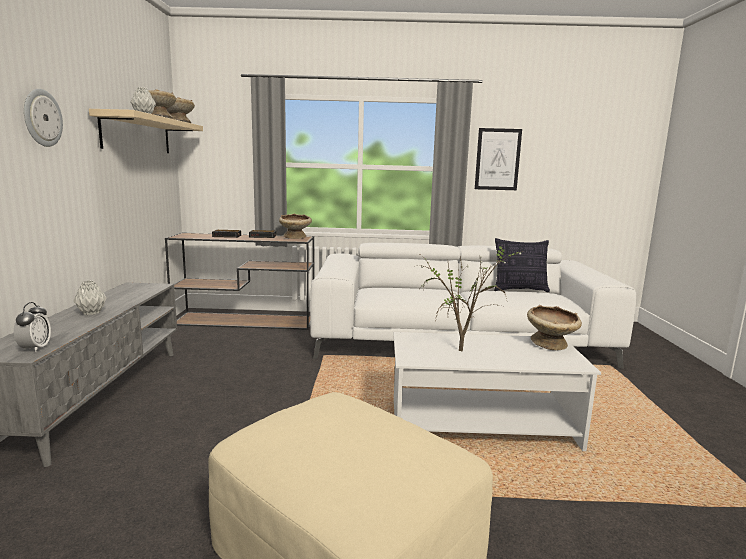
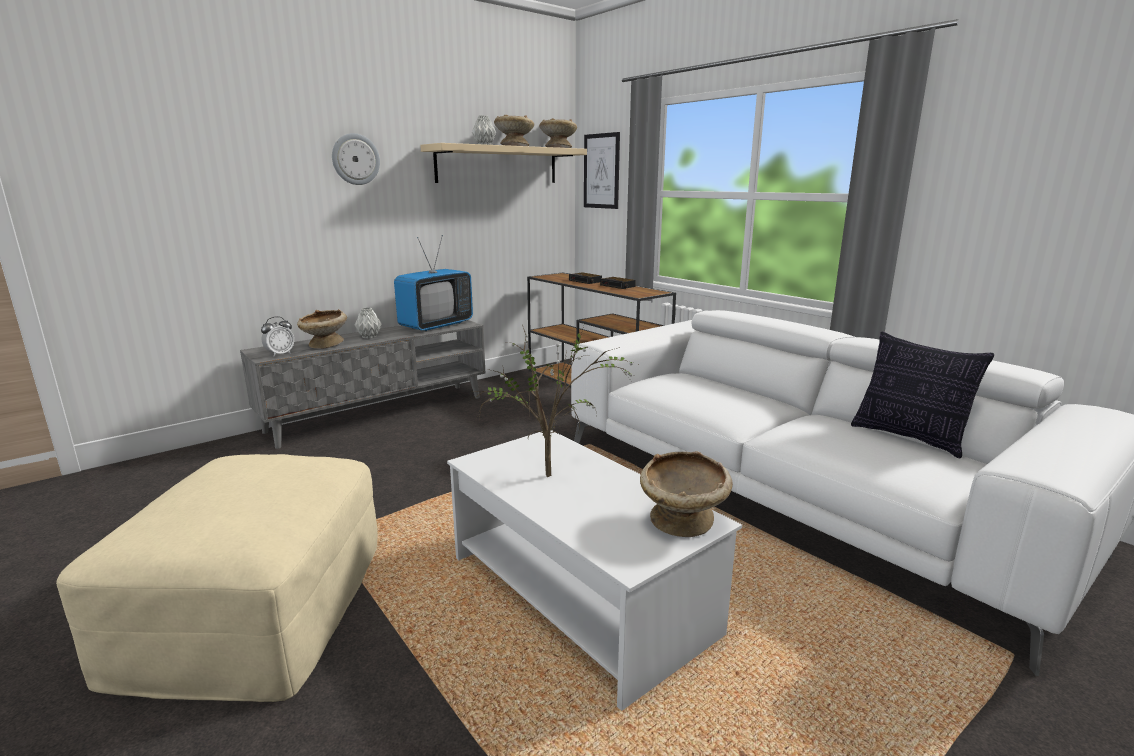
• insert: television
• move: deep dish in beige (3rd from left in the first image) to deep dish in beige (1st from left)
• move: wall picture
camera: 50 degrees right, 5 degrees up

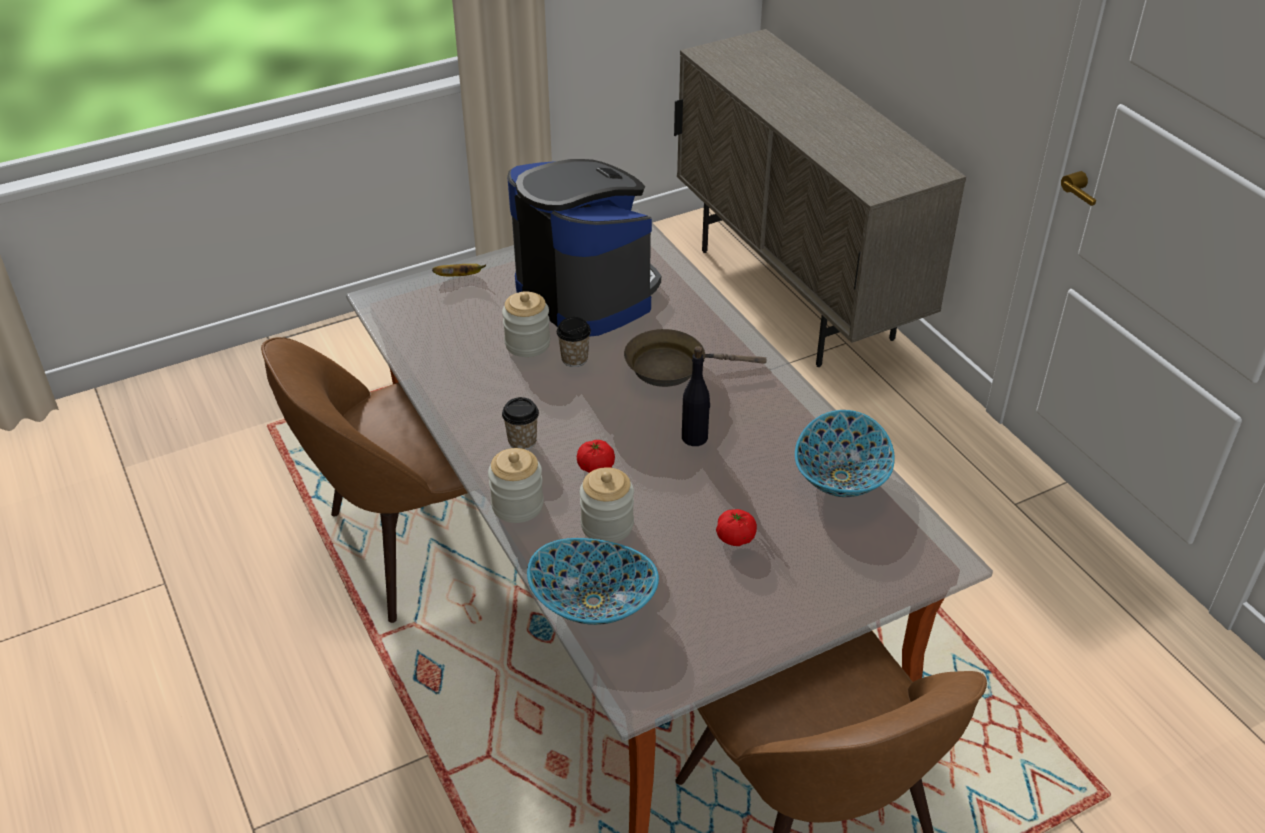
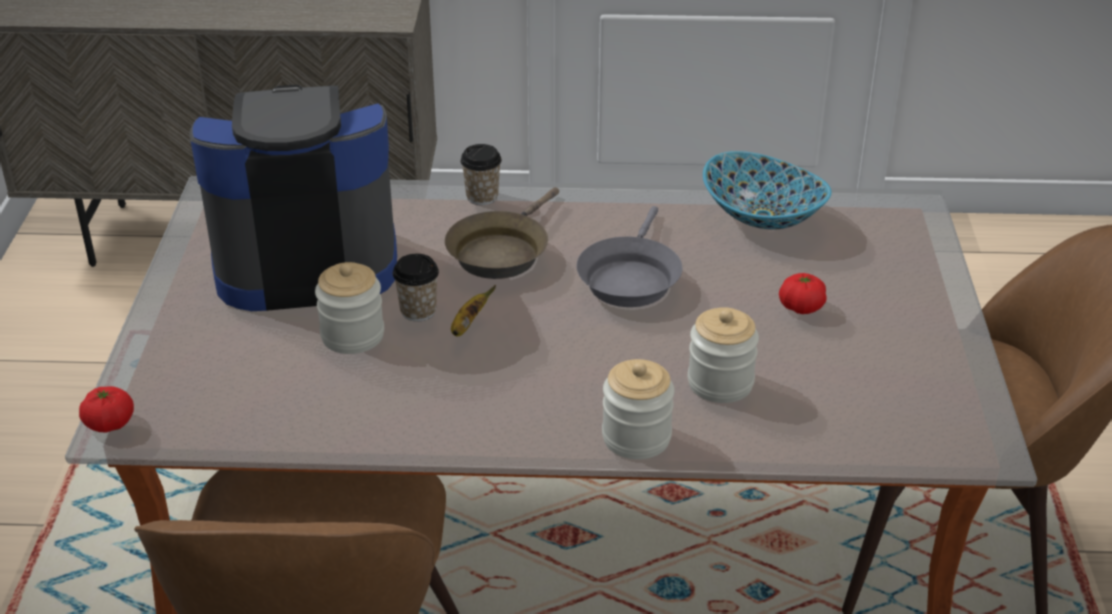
• delete: deep dish (1st from left)
• move: banana
• move: small cup (1st from left in the first image) to small cup (2nd from left)
• move: tomato (1st from left)
• replace: drink bottle in black-coloured to pan in grey
camera: 60 degrees left, 5 degrees down

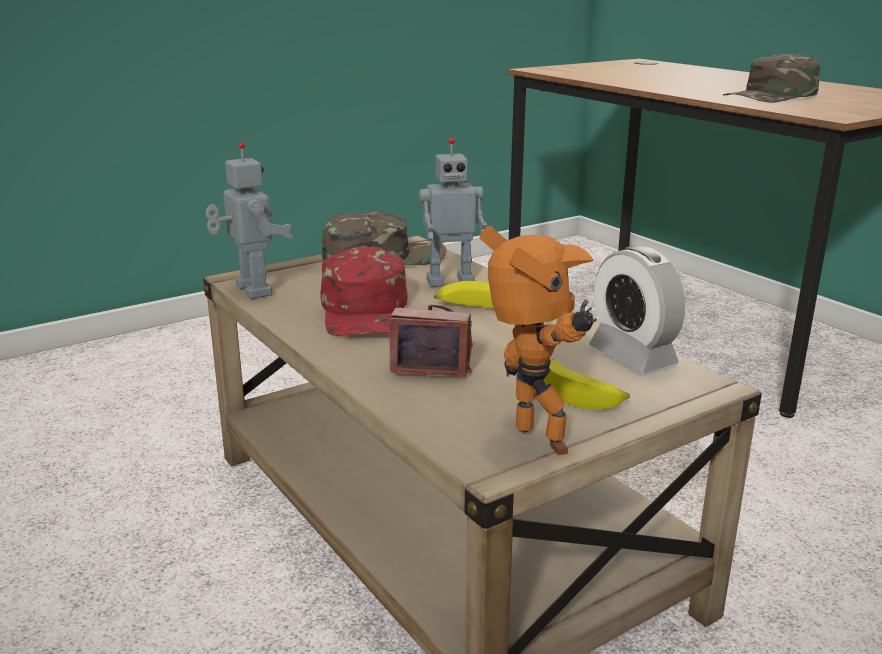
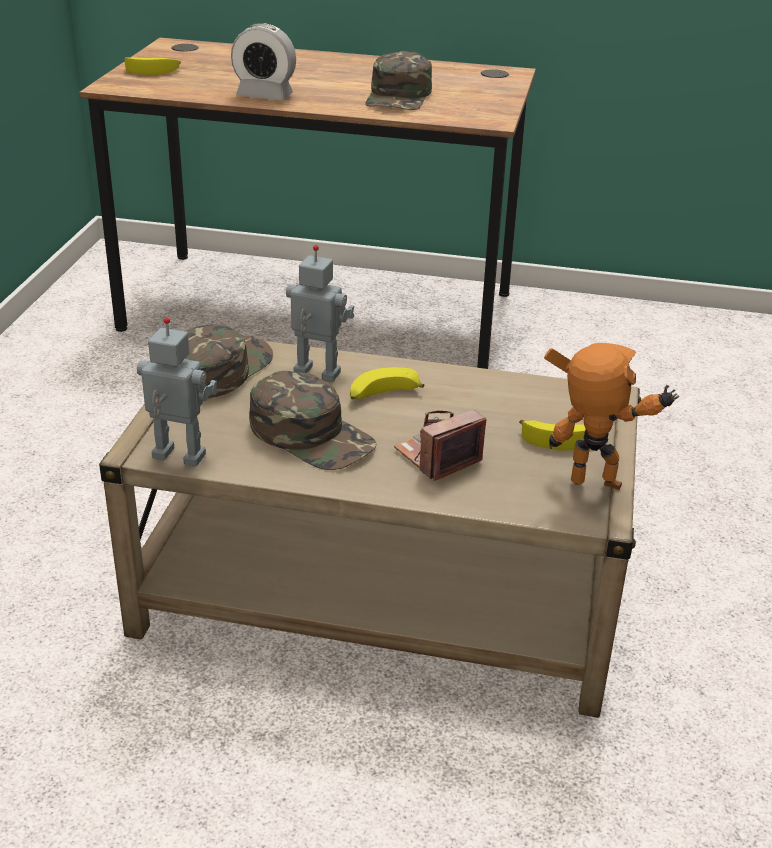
• insert: banana (1st from left)
• move: table clock
• recolor: cap in red-coloured to cap in green (2nd from left)
• rotate: model robot (2nd from left) 105 degrees counterclockwise
camera: 45 degrees left, 10 degrees up

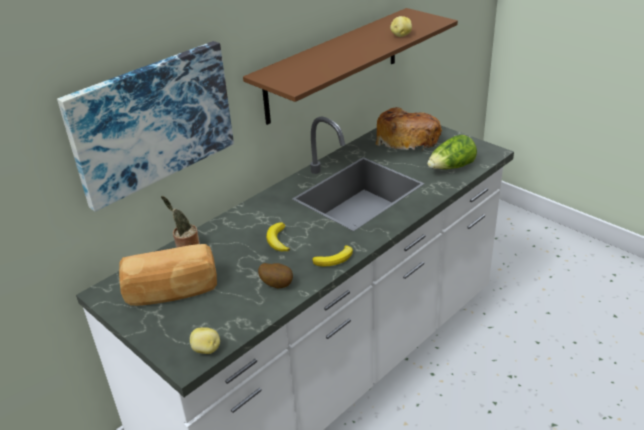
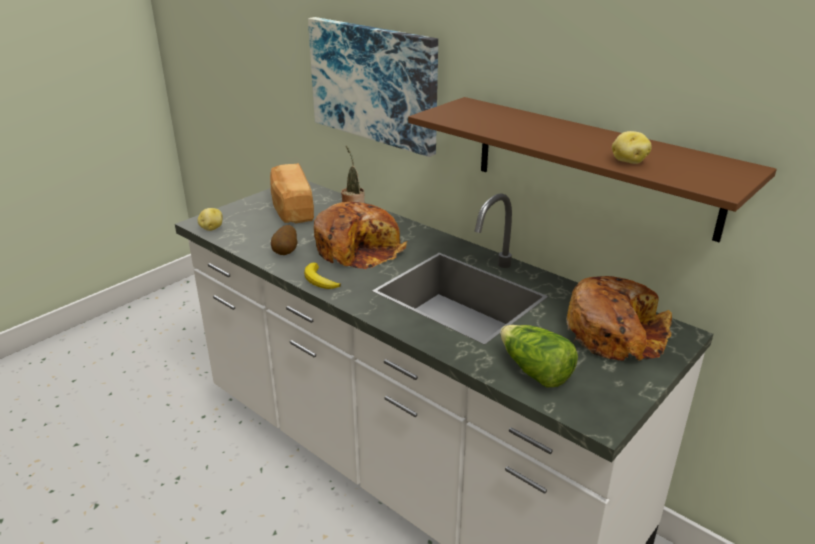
• replace: banana (1st from left) to baked bread (2nd from left)
camera: 85 degrees right, 5 degrees down

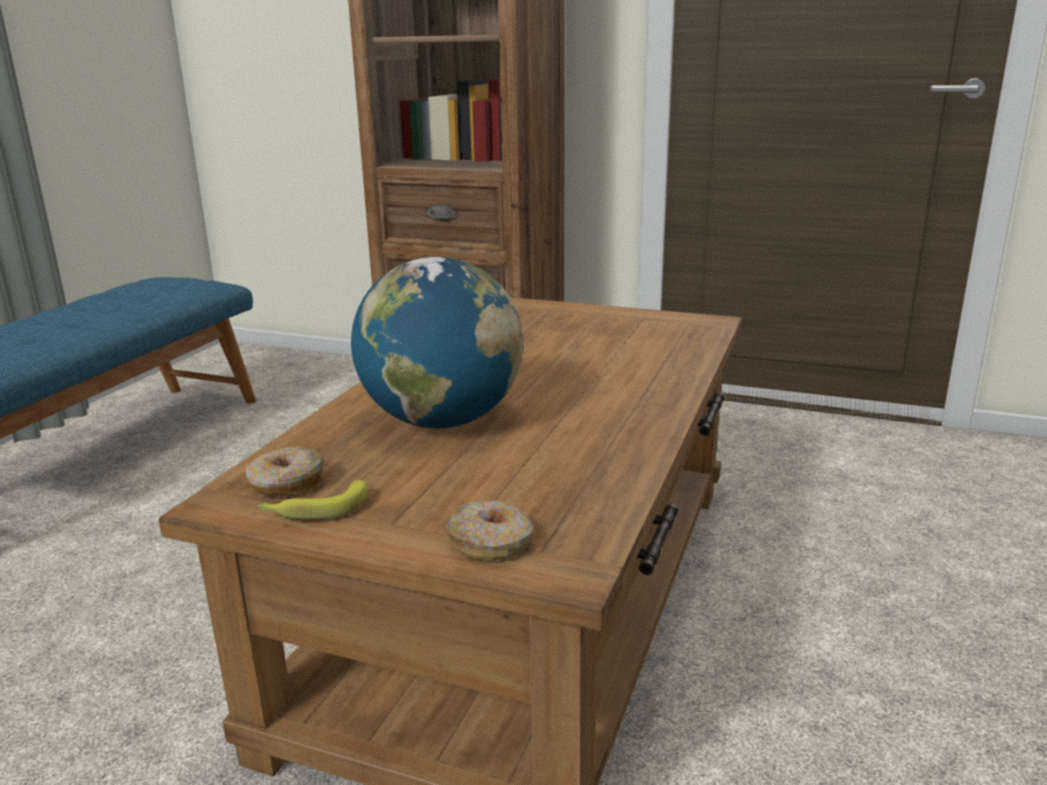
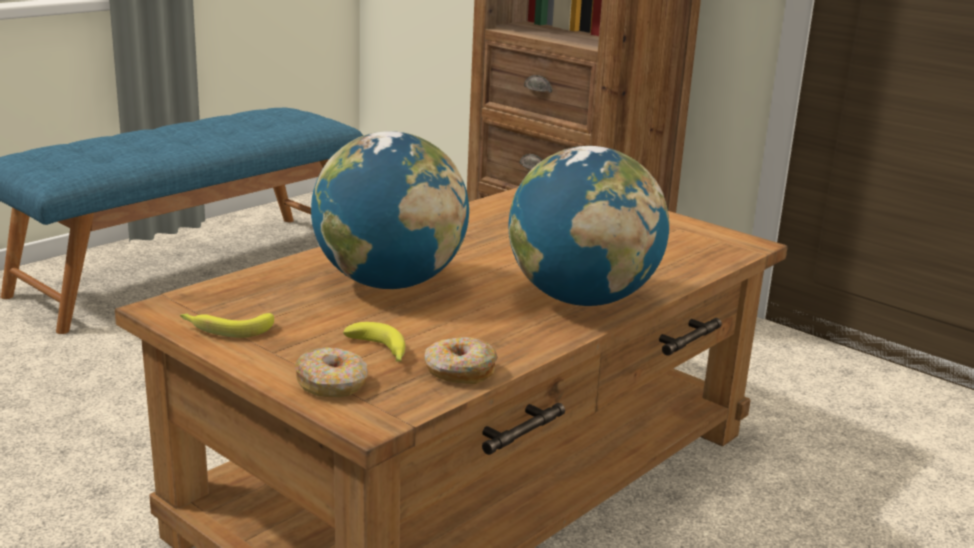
• insert: banana (2nd from left)
• insert: world globe (2nd from left)
• move: donut (1st from left in the first image) to donut (2nd from left)
camera: 20 degrees right, 0 degrees up

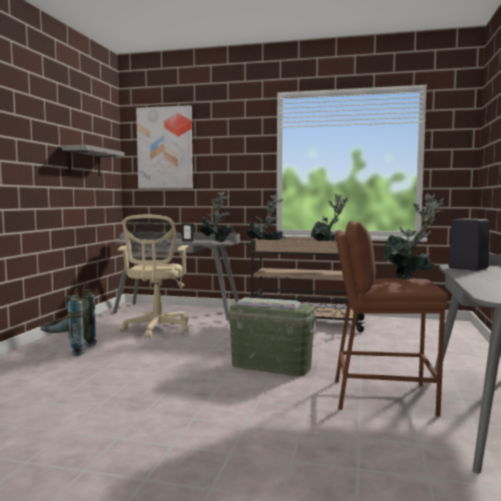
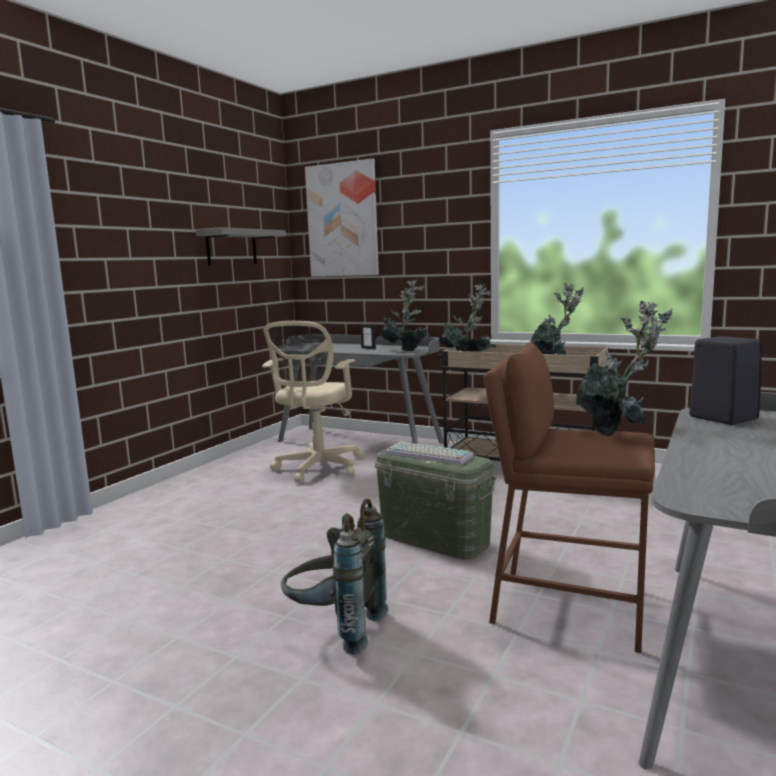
• move: rucksack in grey
camera: 15 degrees right, 5 degrees up

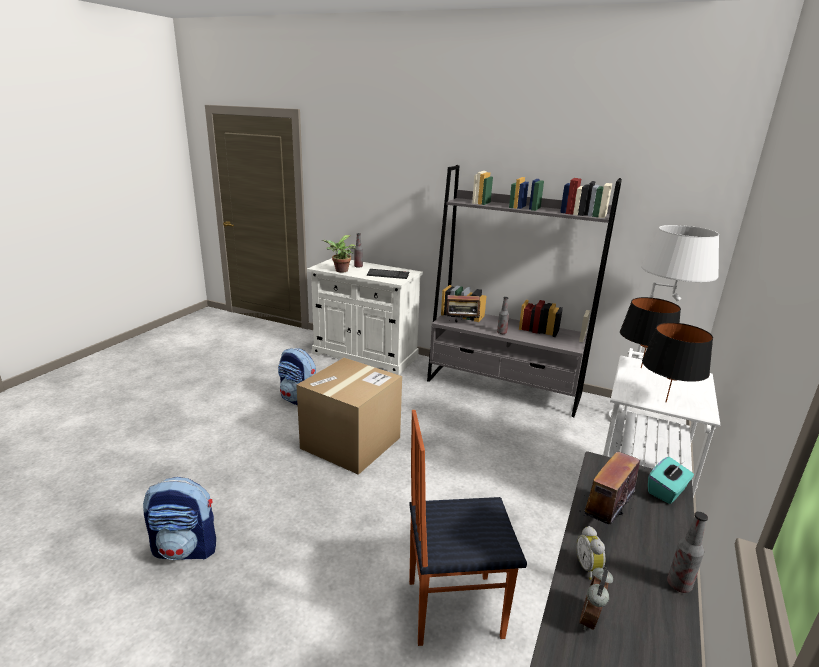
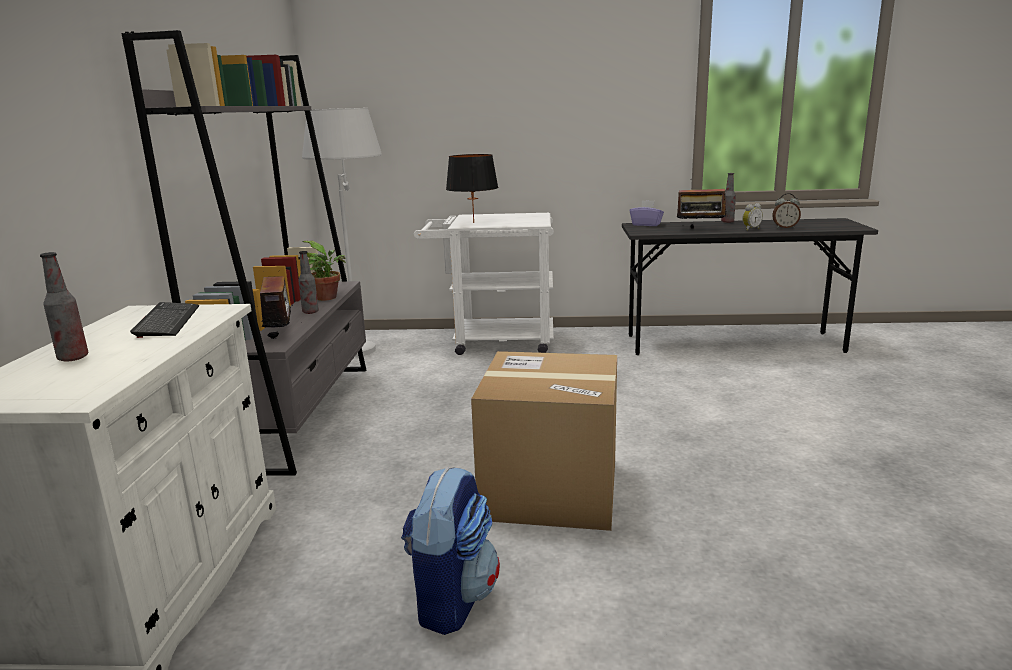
• delete: rucksack (1st from left)
• delete: plain chair
• delete: table lamp in black-coloured (2nd from left)
• move: houseplant
• recolor: tissue holder in turquoise-coloured to tissue holder in purple-coloured
camera: 110 degrees left, 5 degrees down

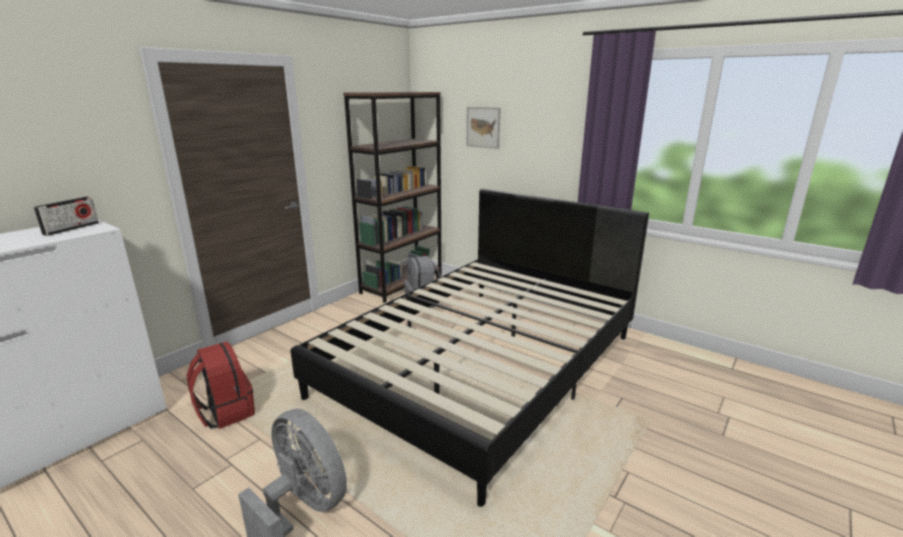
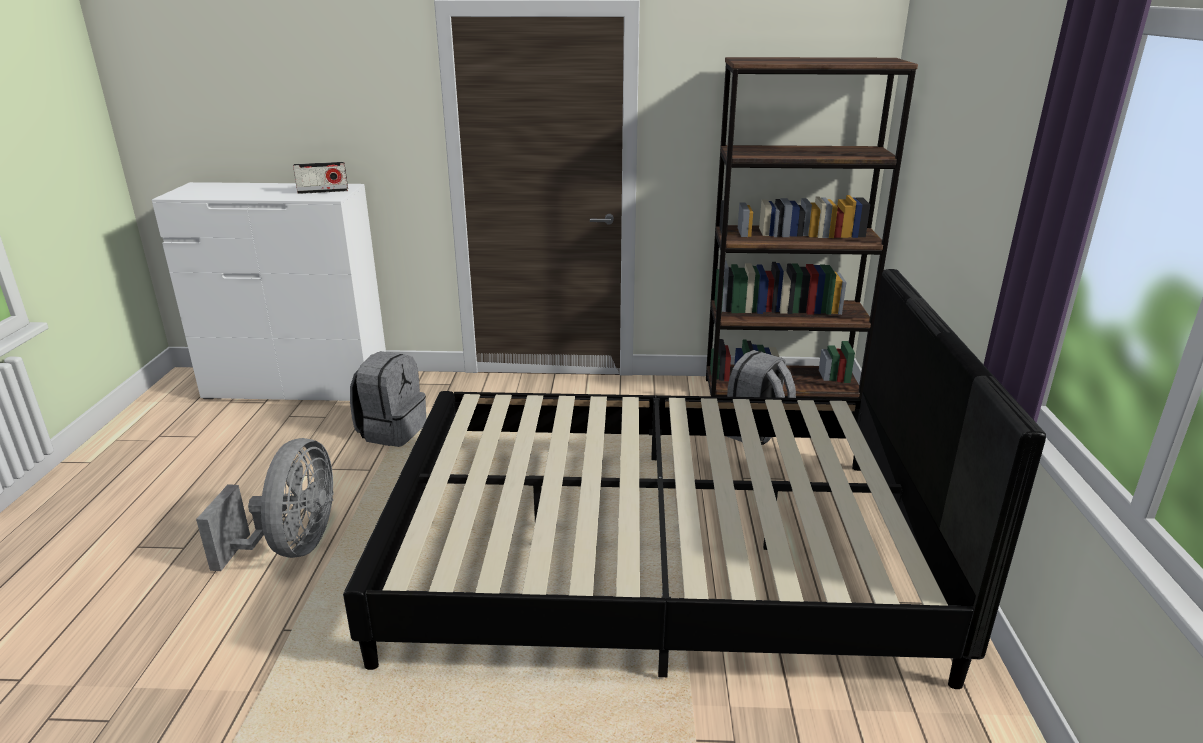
• delete: wall picture
• recolor: rucksack in red-coloured to rucksack in grey (1st from left)
camera: 55 degrees right, 5 degrees up

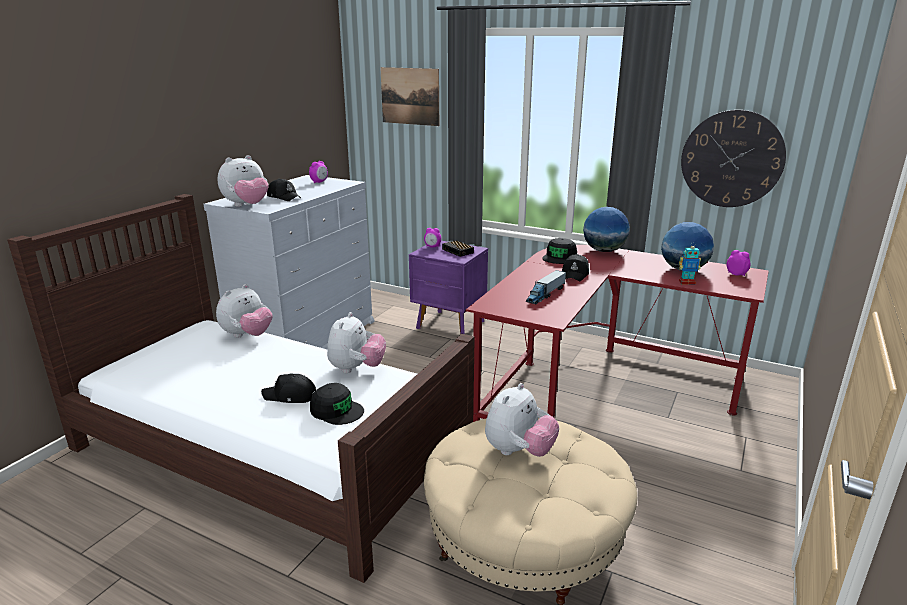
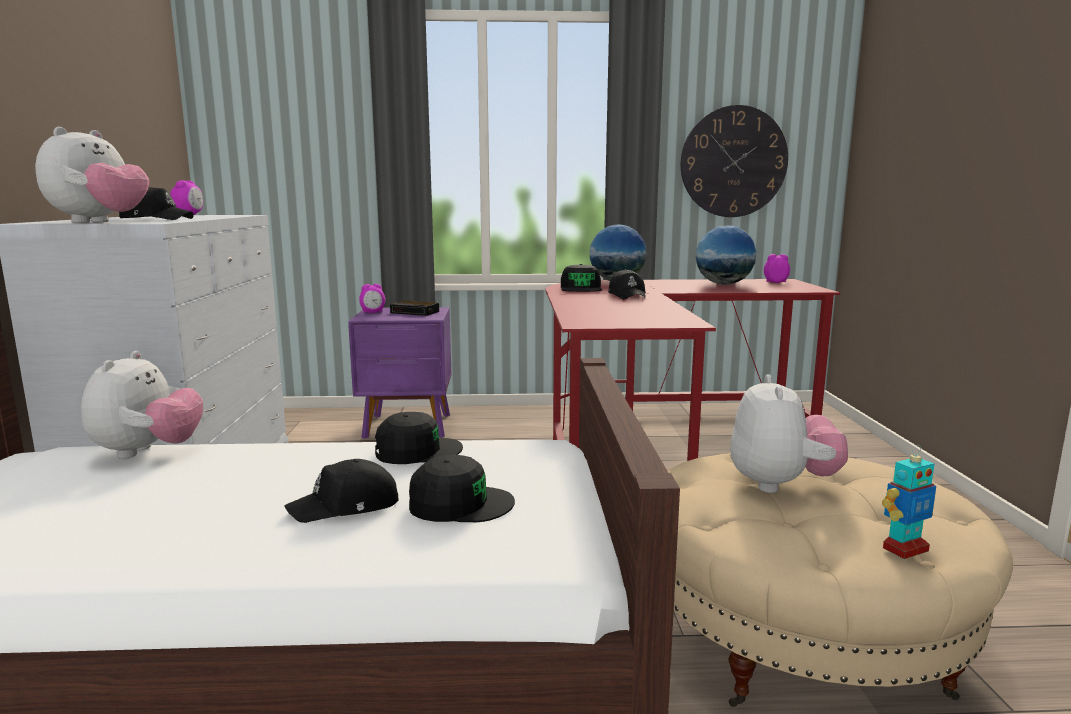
• delete: wall picture
• delete: toy lorry
• move: model robot
• replace: plush toy (3rd from left) to cap in black-coloured (3rd from left)
camera: 30 degrees left, 10 degrees down

